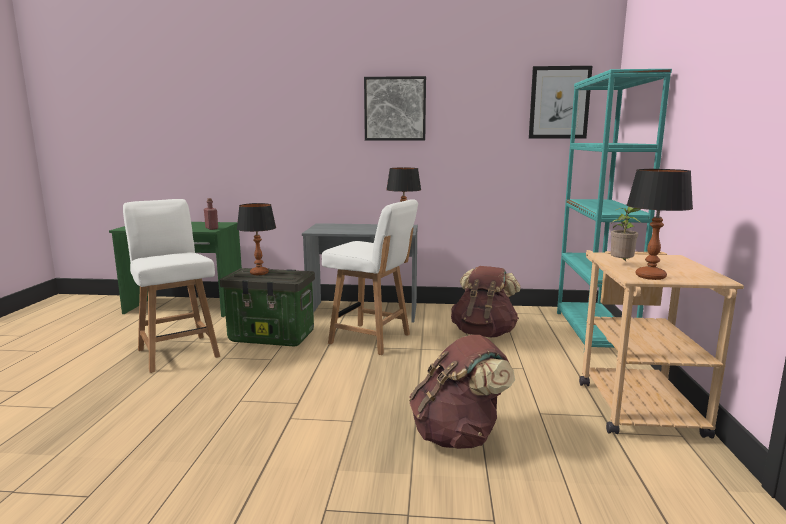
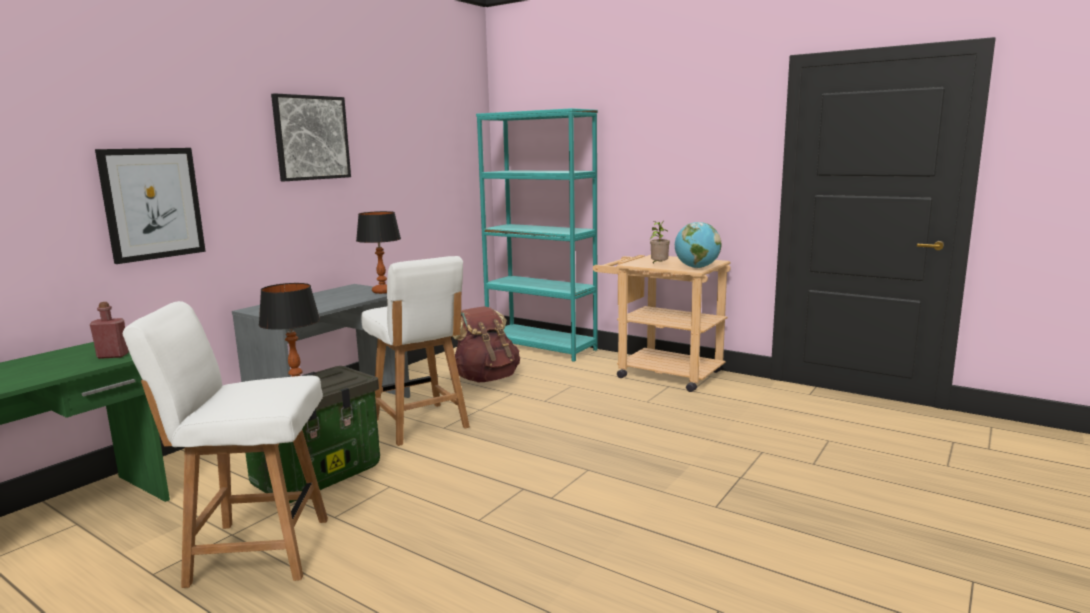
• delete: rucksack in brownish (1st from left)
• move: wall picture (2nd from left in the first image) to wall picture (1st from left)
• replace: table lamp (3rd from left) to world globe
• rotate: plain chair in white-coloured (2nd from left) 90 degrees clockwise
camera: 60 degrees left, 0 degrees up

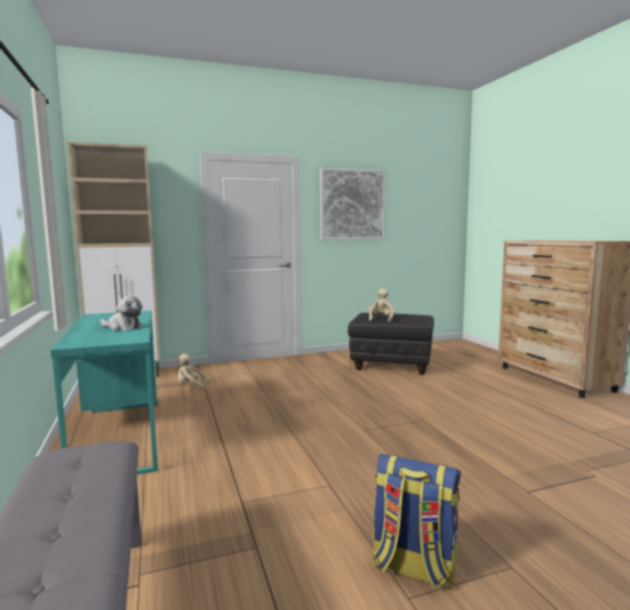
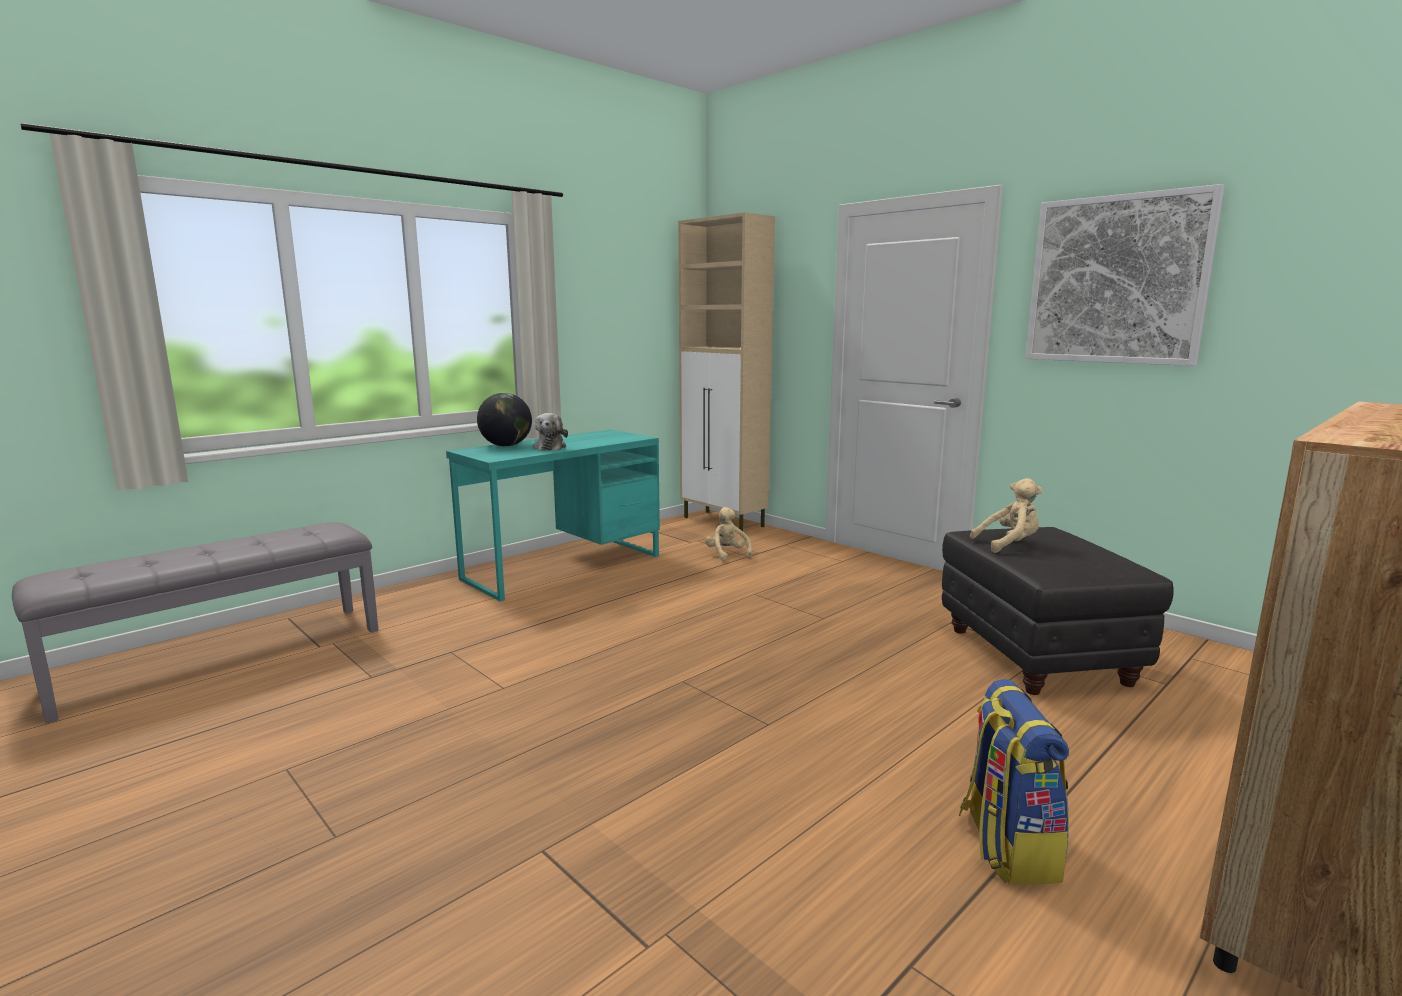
• insert: world globe
• move: rucksack
camera: 65 degrees right, 5 degrees up

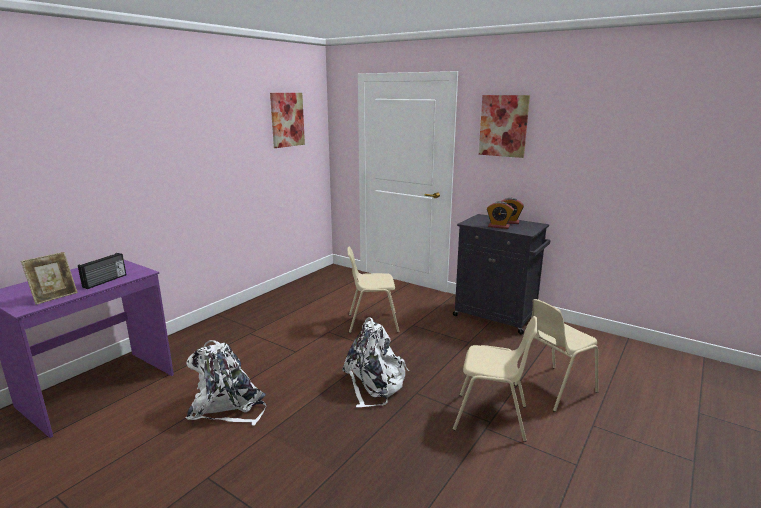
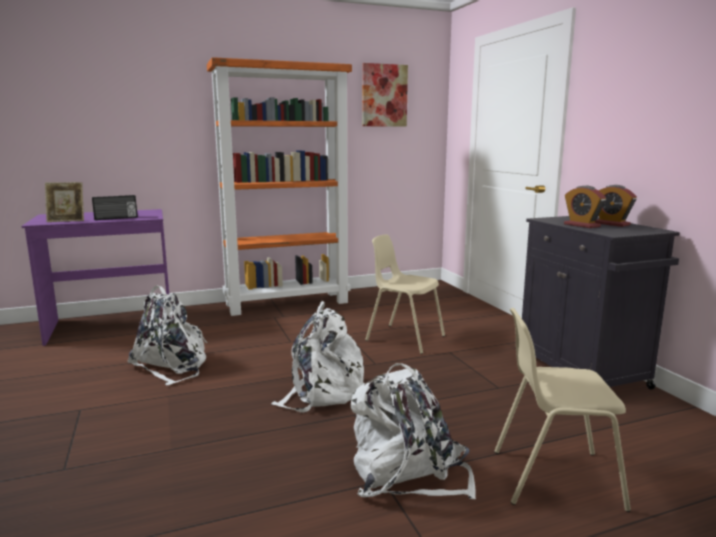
• delete: wall picture (2nd from left)
• insert: bookshelf in orange
• replace: plain chair in beige (2nd from left) to rucksack in white-coloured (3rd from left)
camera: 35 degrees right, 5 degrees down

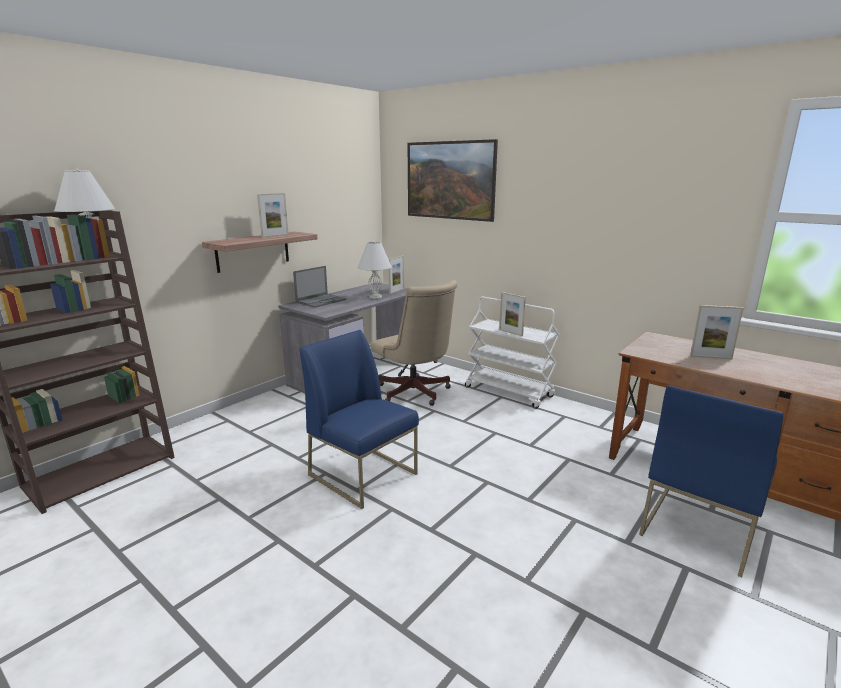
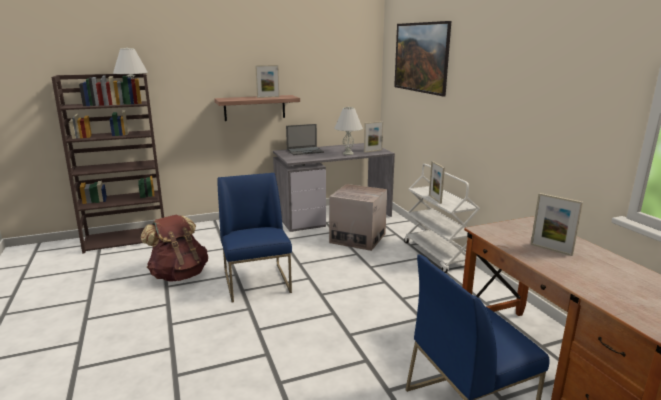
• insert: rucksack in brownish
• replace: desk chair in beige to packing box
camera: 30 degrees right, 0 degrees up

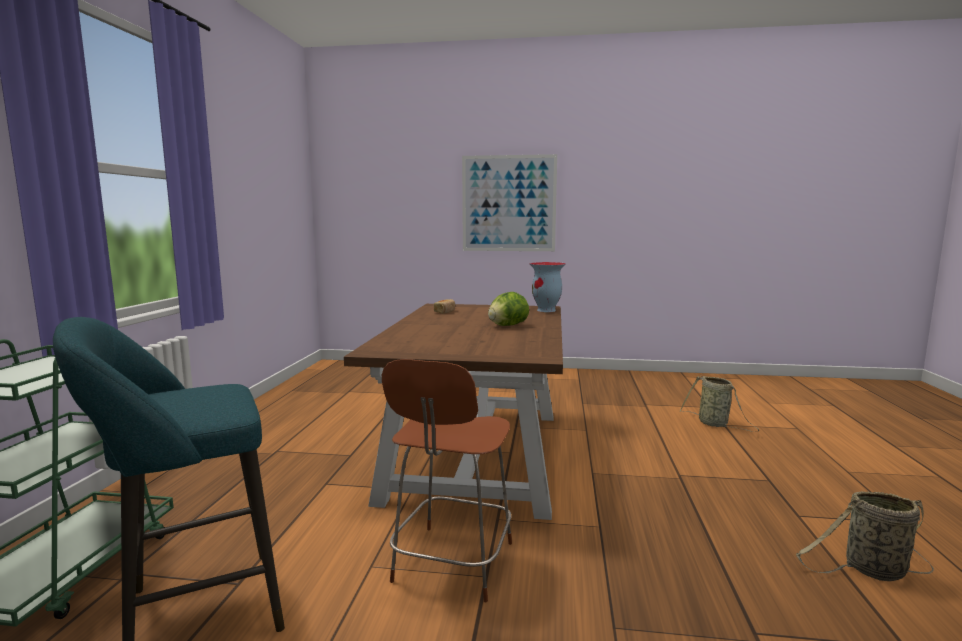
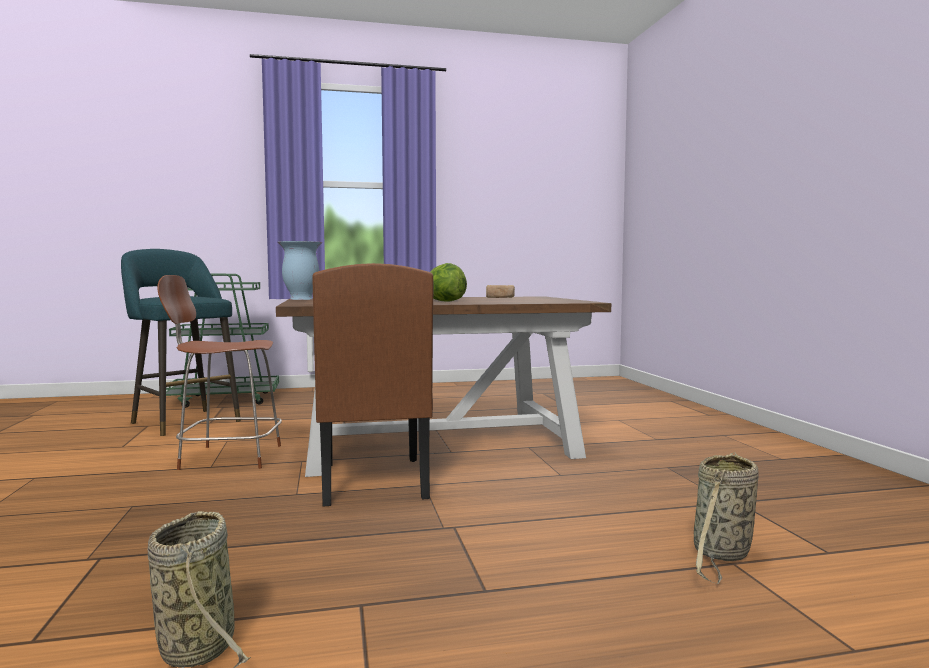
• delete: wall picture
• insert: plain chair in brownish (2nd from left)
• move: vase
camera: 70 degrees right, 5 degrees down

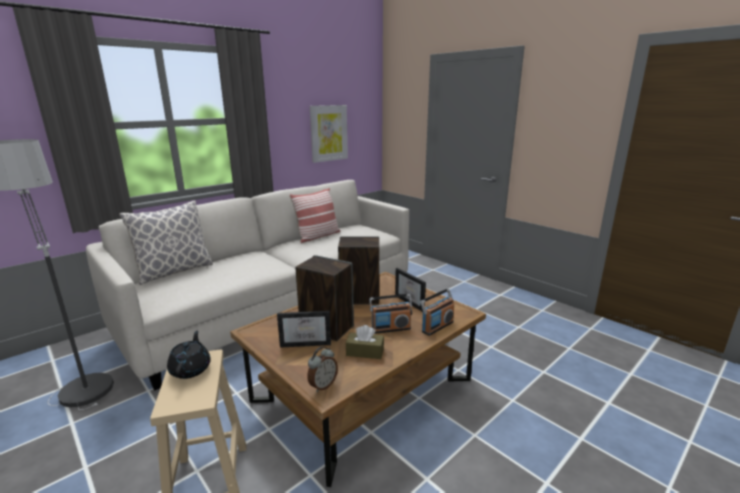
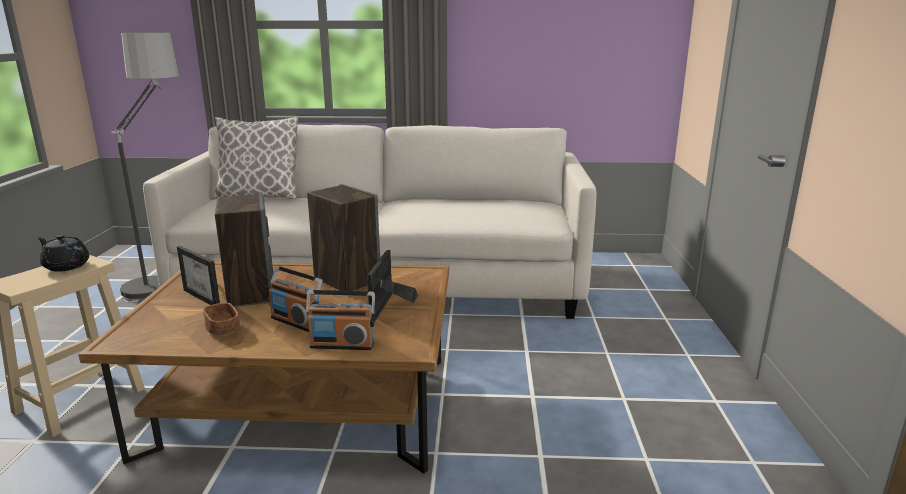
• delete: pillow (2nd from left)
• delete: table clock
• delete: wall picture
• replace: tissue holder in brownish to deep dish in brownish
• rotate: pot for tea in black-coloured 105 degrees counterclockwise
camera: 45 degrees right, 0 degrees up

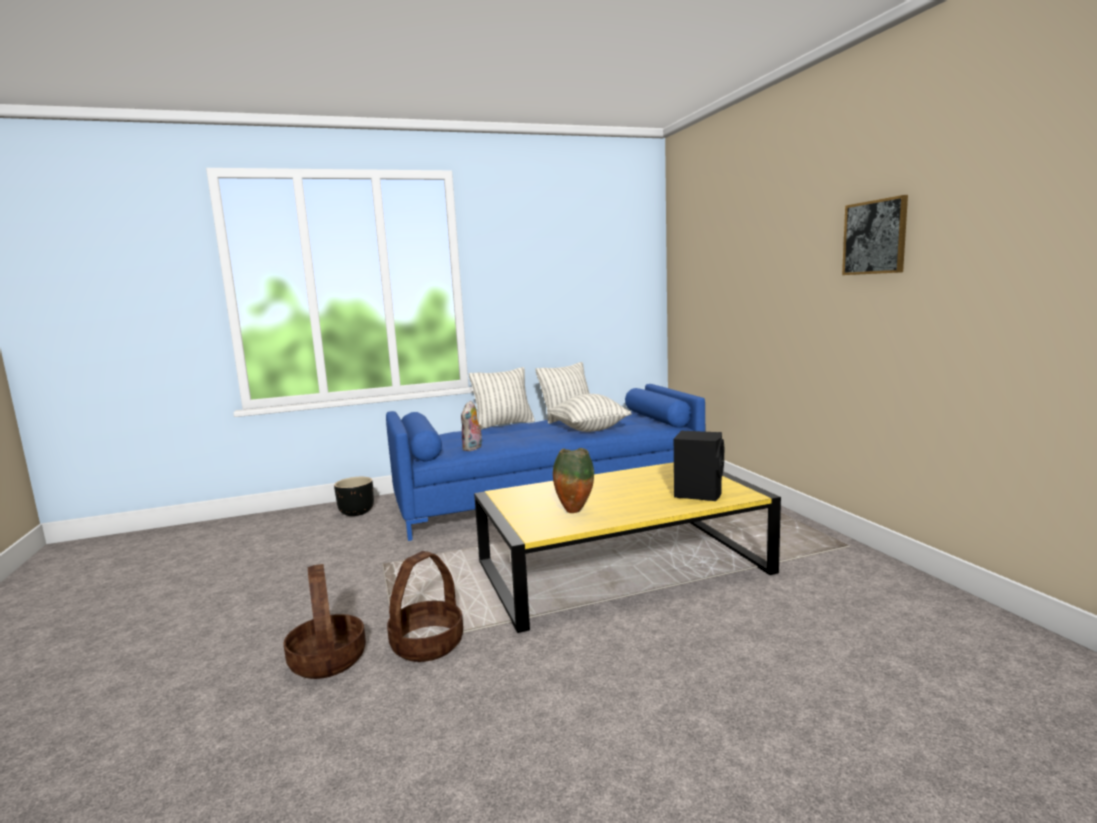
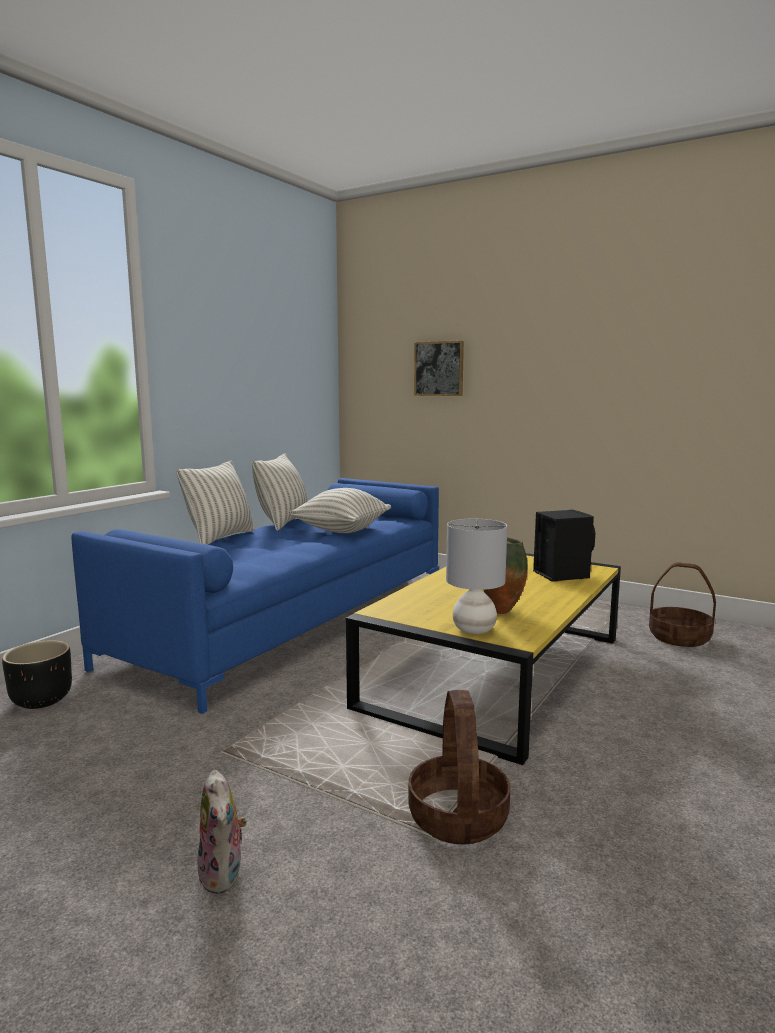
• insert: table lamp in grey
• move: household basket (1st from left in the first image) to household basket (2nd from left)
• move: plush toy
• move: wall picture
camera: 40 degrees left, 0 degrees up

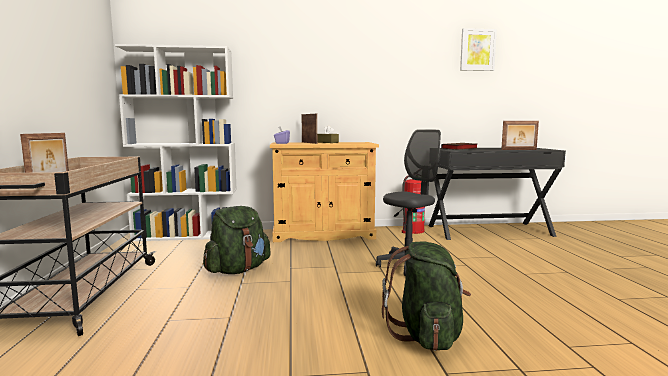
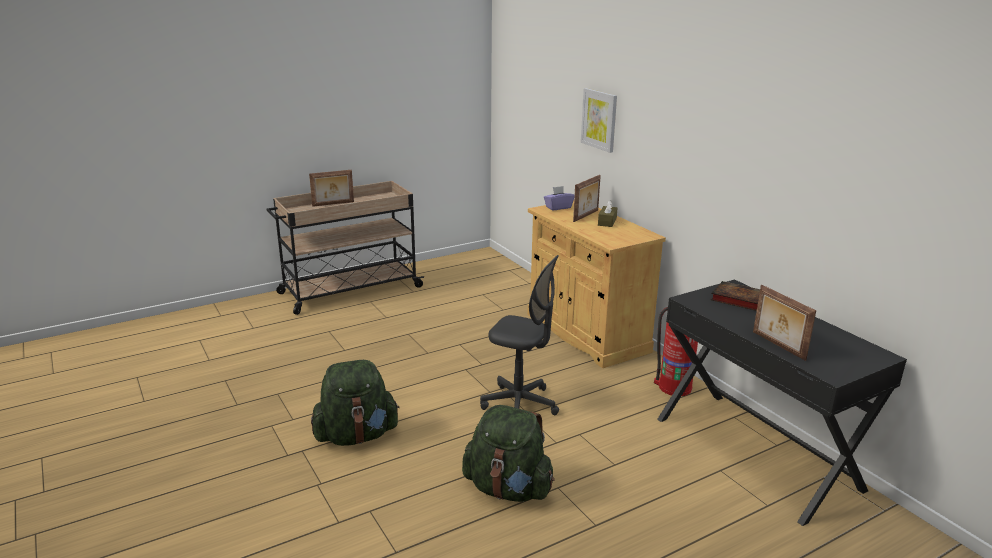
• delete: bookshelf in white-coloured
• move: rucksack in green (1st from left in the first image) to rucksack in green (2nd from left)
• move: wall picture
camera: 65 degrees right, 15 degrees up

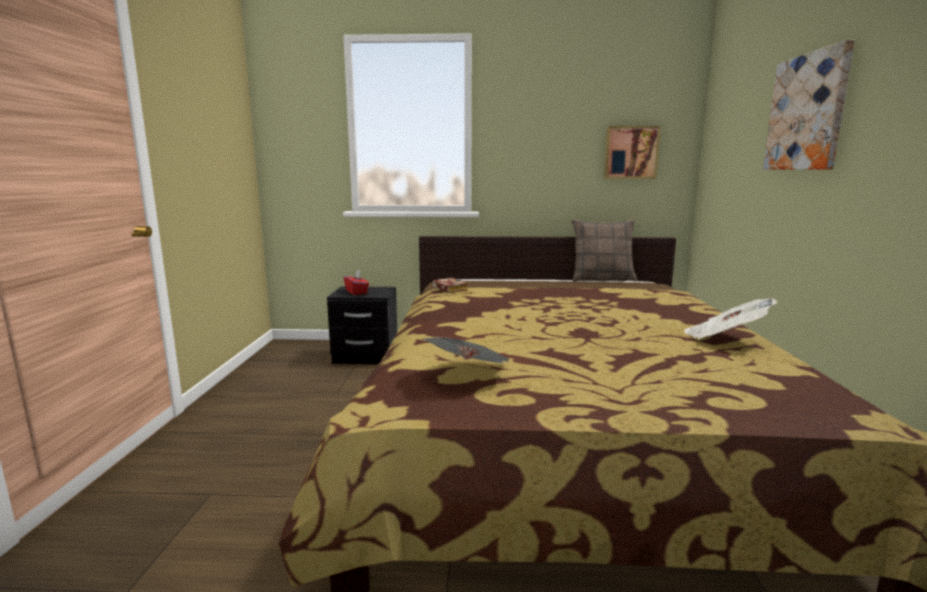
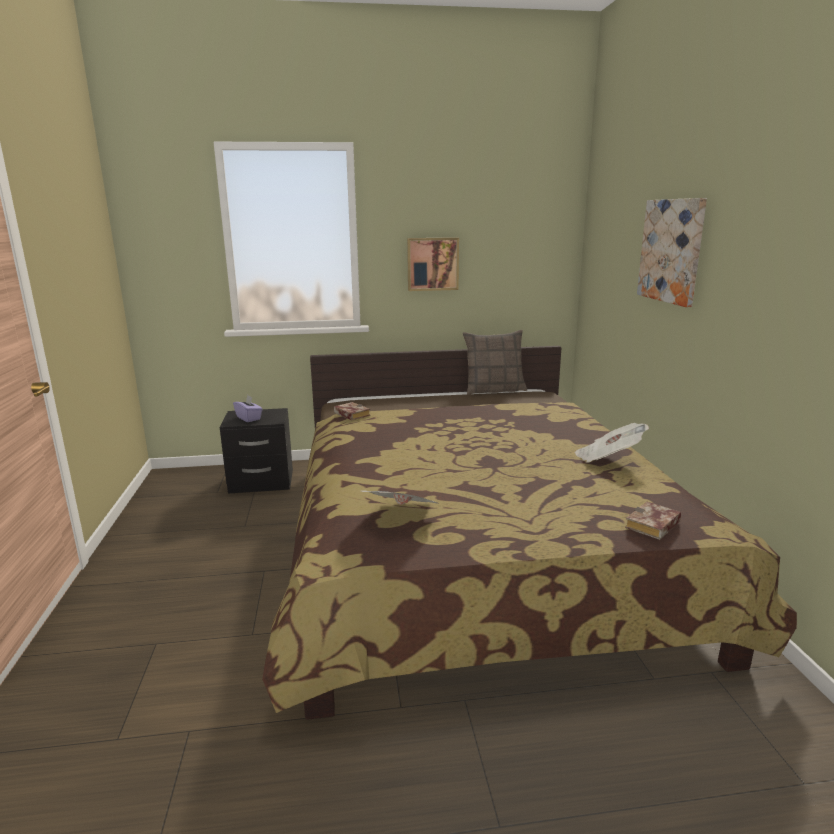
• insert: book (2nd from left)
• move: wall picture (1st from left)
• recolor: tissue holder in red-coloured to tissue holder in purple-coloured
camera: 10 degrees left, 5 degrees up

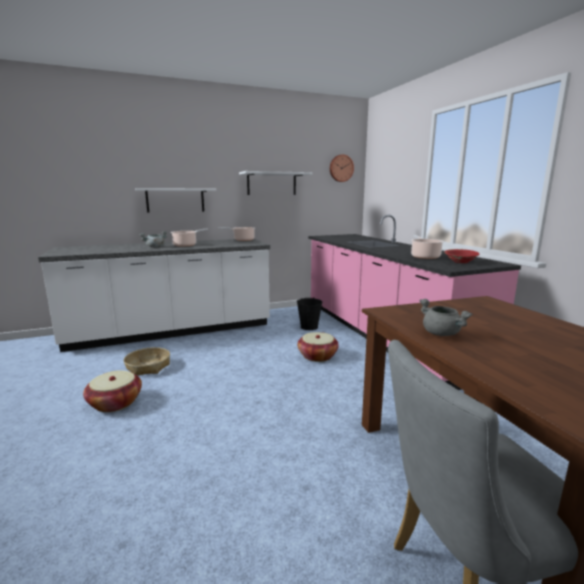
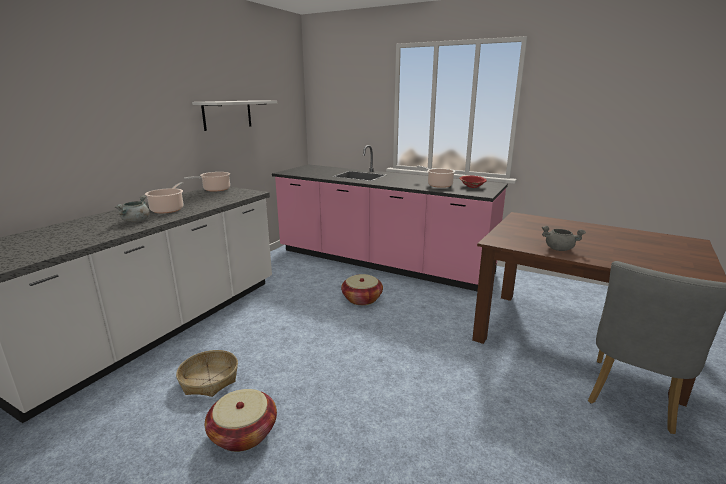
• delete: wall shelf in white-coloured (1st from left)
• delete: pail in black-coloured
• delete: hanging clock
camera: 40 degrees left, 5 degrees up

